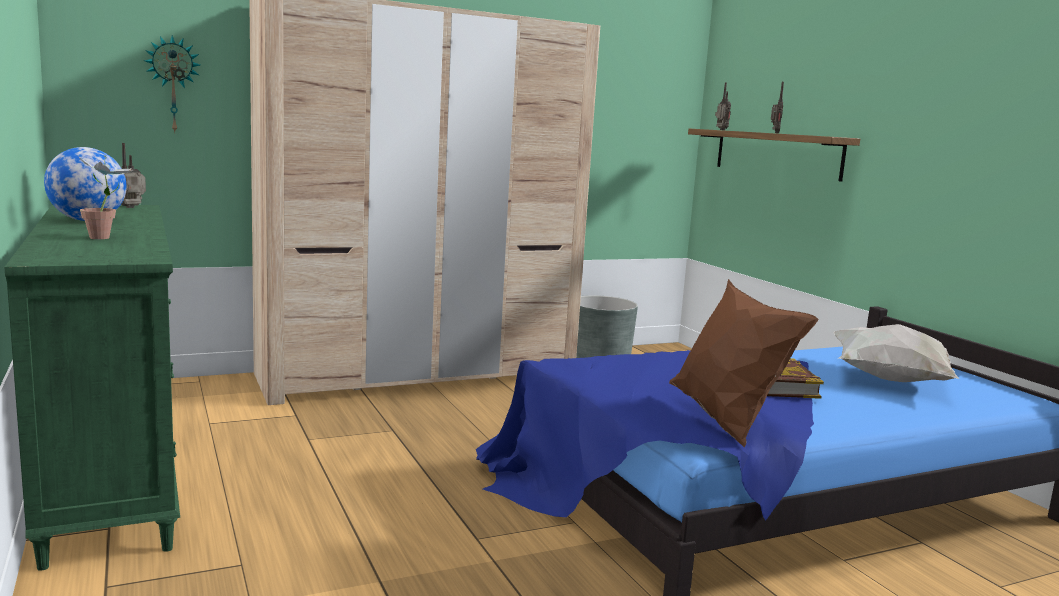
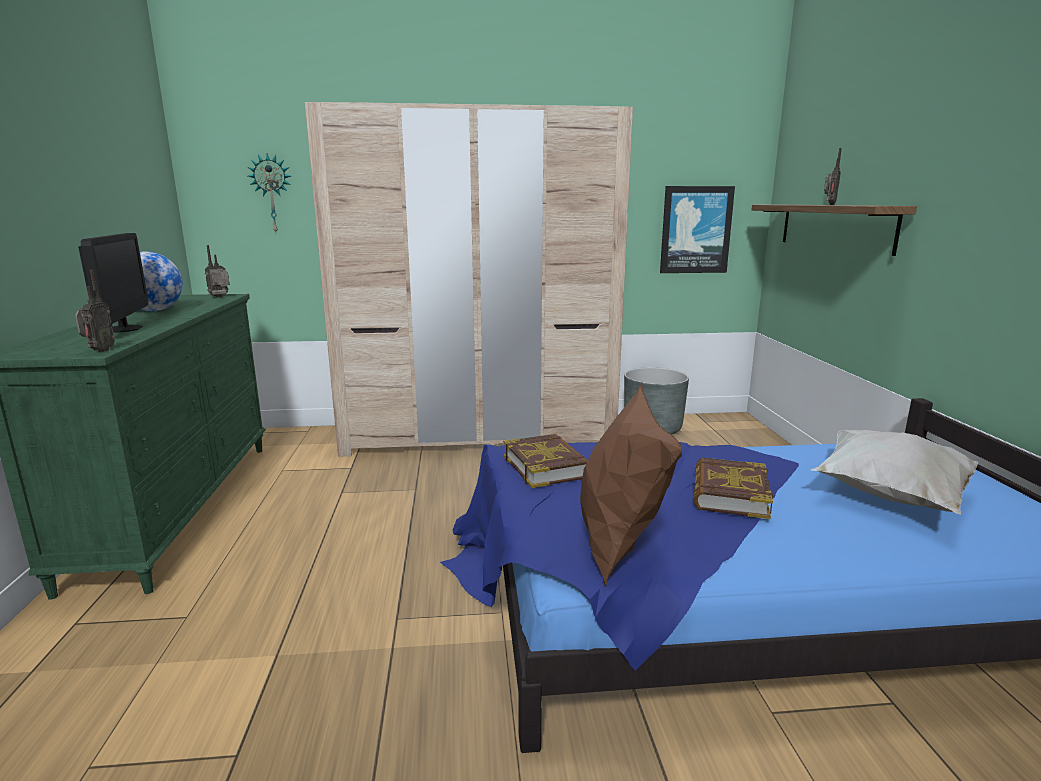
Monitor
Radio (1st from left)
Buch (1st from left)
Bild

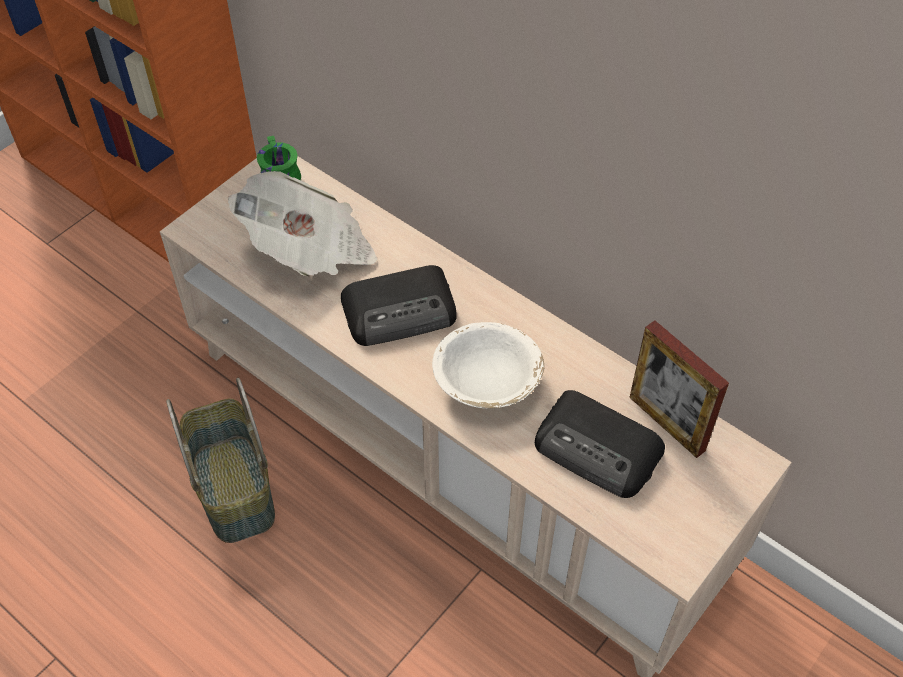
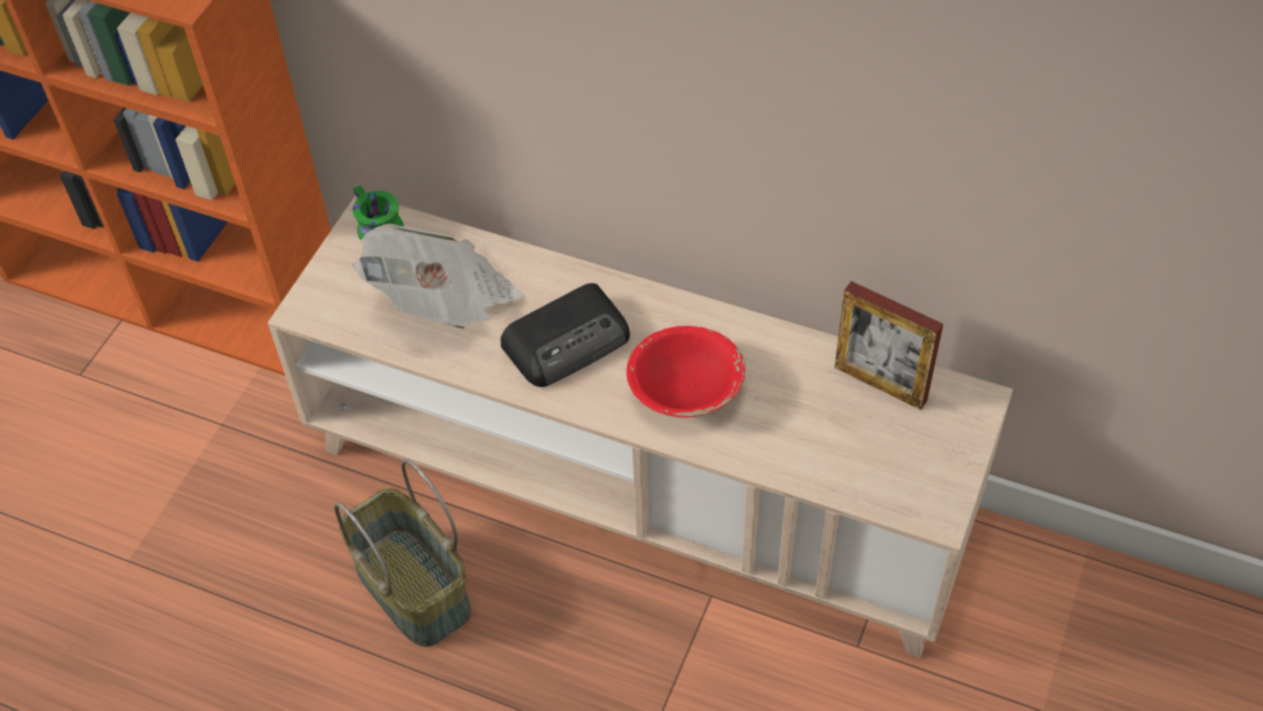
Schüssel/rot
Radio (2nd from left in the first image)

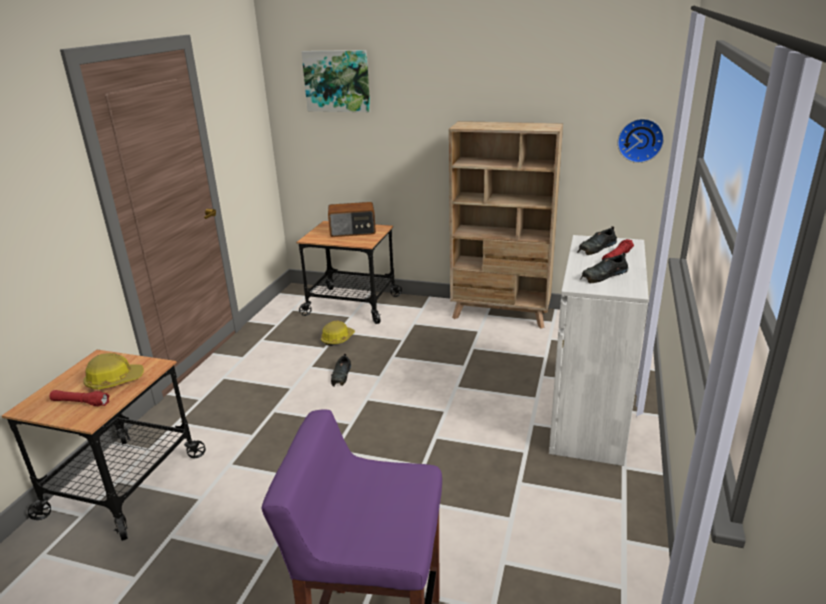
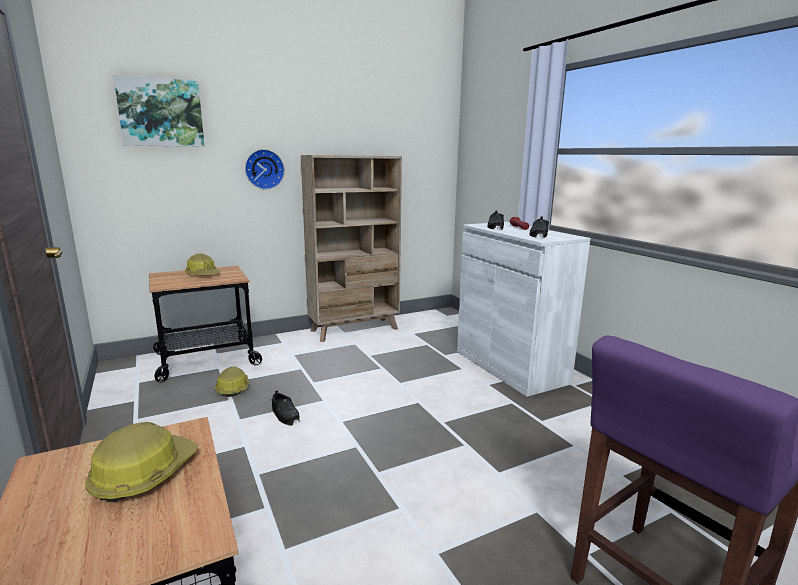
Taschenlampe/rot (1st from left in the first image)
Schutzhelm (2nd from left)
Wanduhr

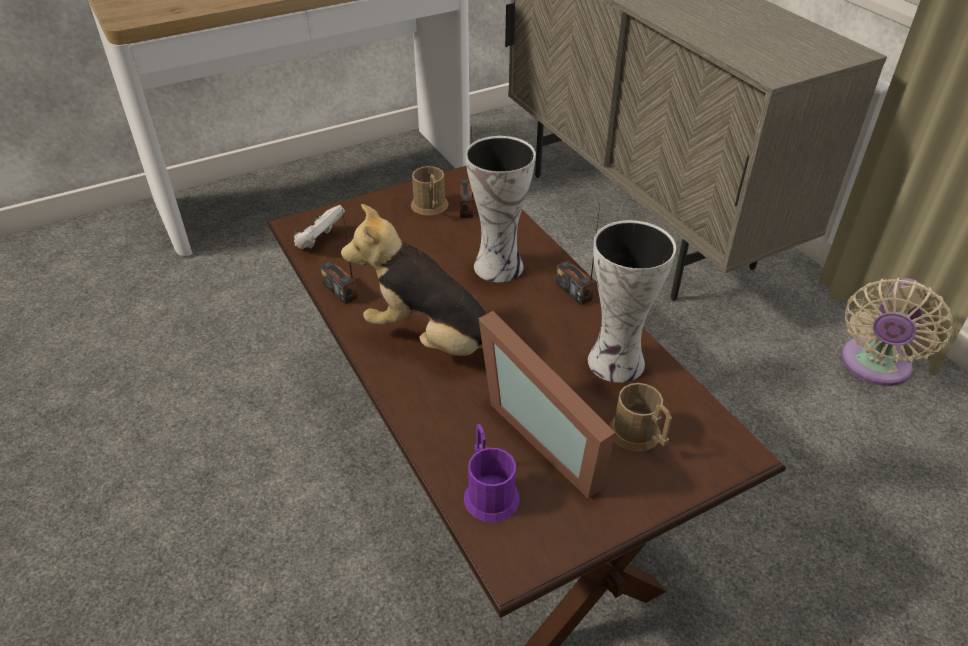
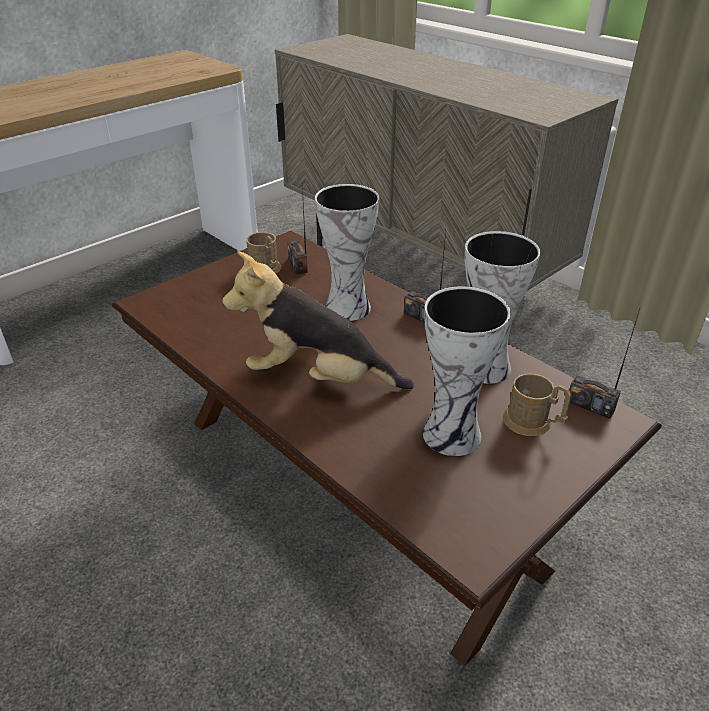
Gamepad/weiß
Radio (3rd from left)
Henkelbecher/lila
Vase (2nd from left)
Ventilator/beige

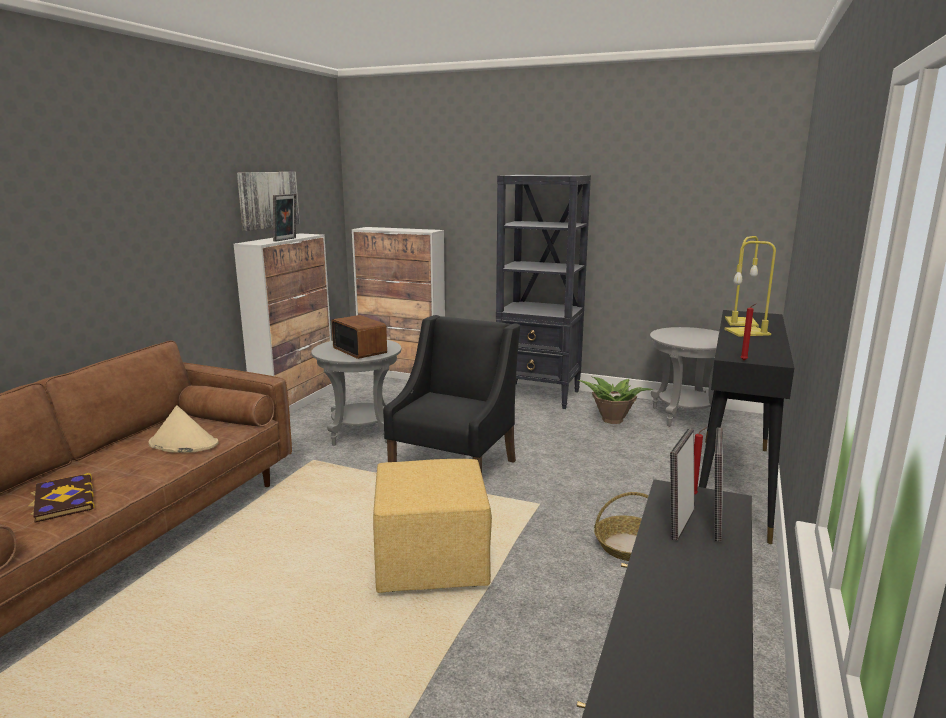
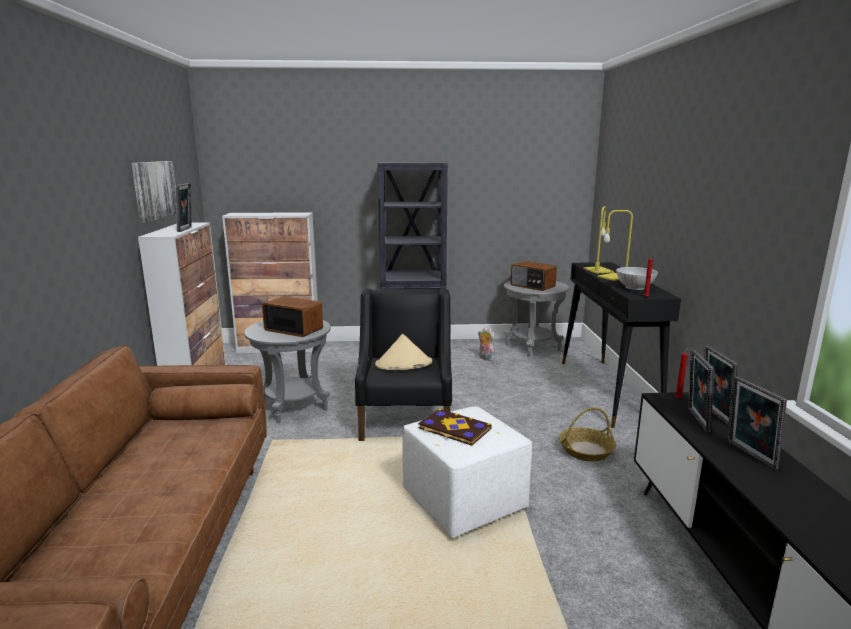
Buch
Hut/beige
Polsterhocker/weiß
Plüschtier
Radio (2nd from left)
Schüssel/weiß
Bilderrahmen (4th from left)

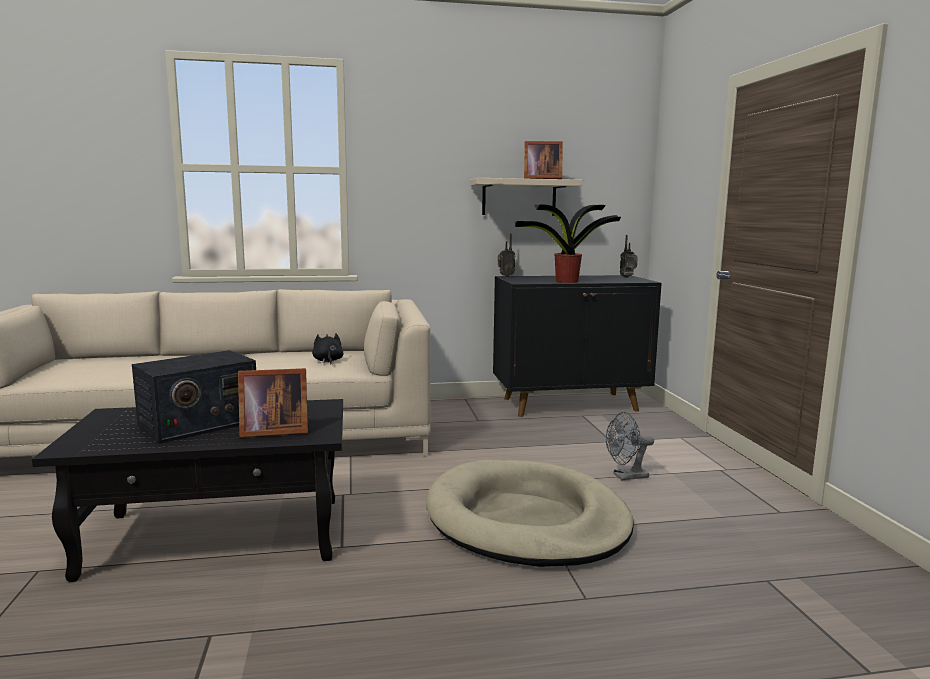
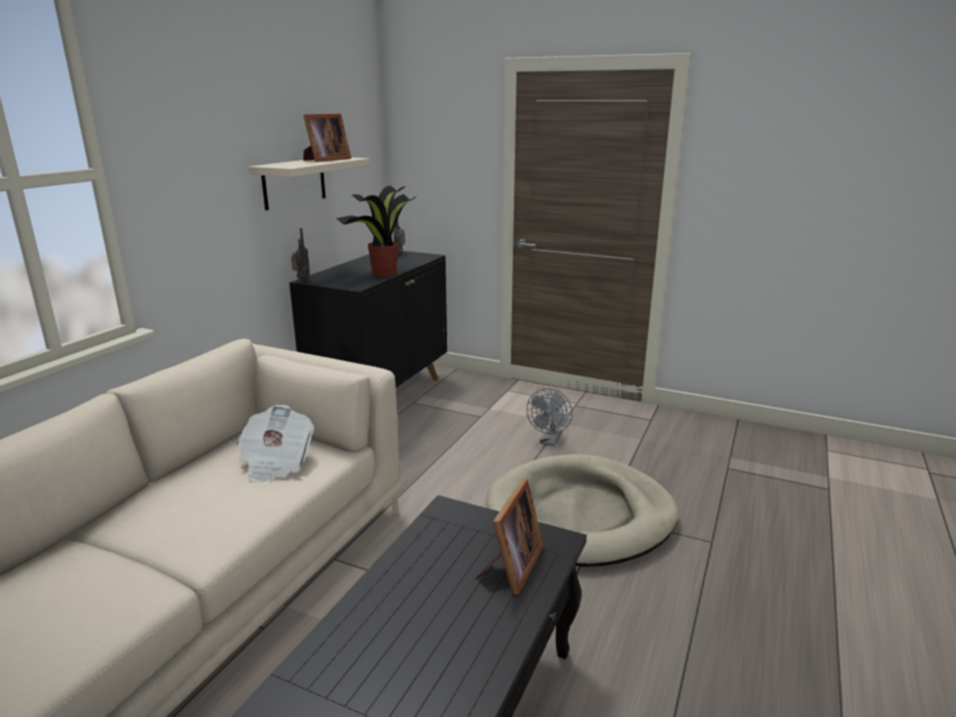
Radio (1st from left in the first image)
Zeitung

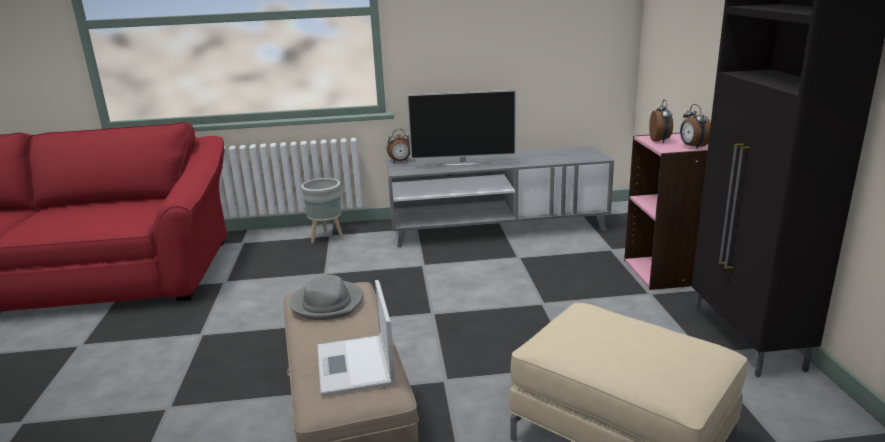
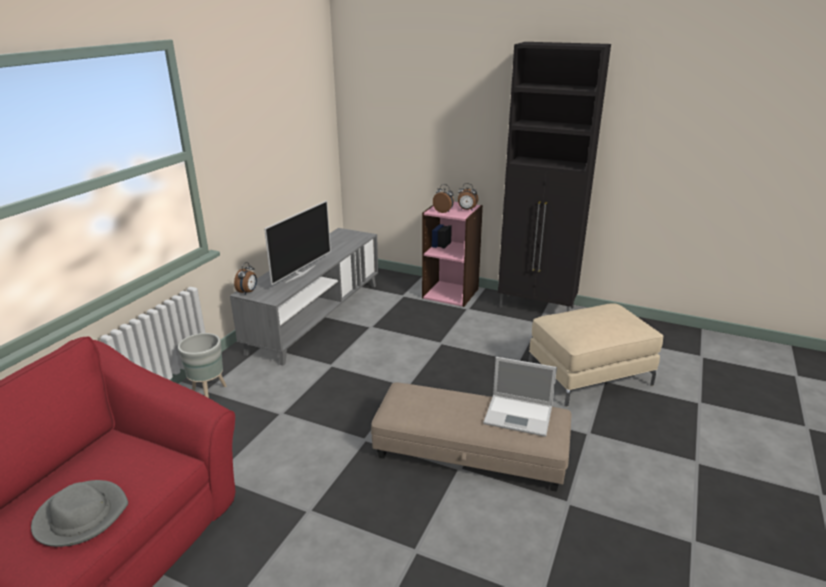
Hut/grau

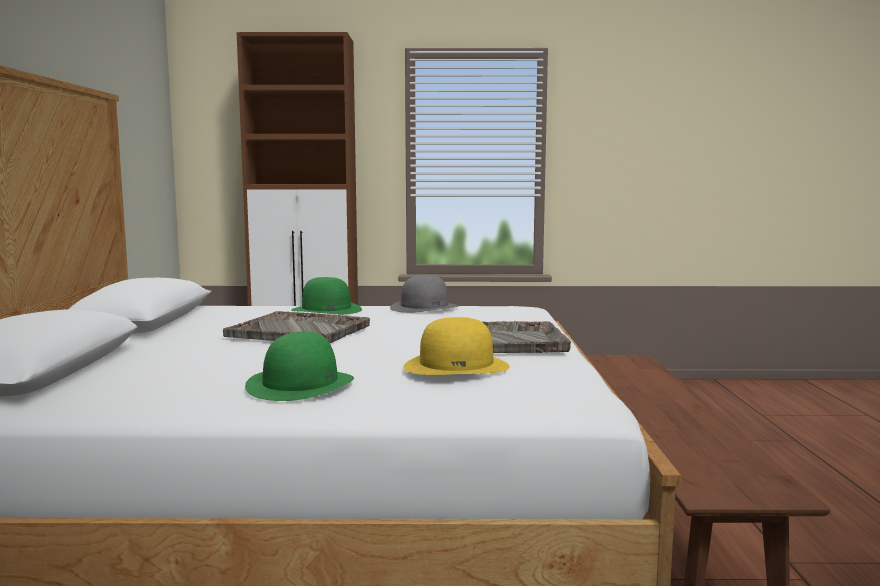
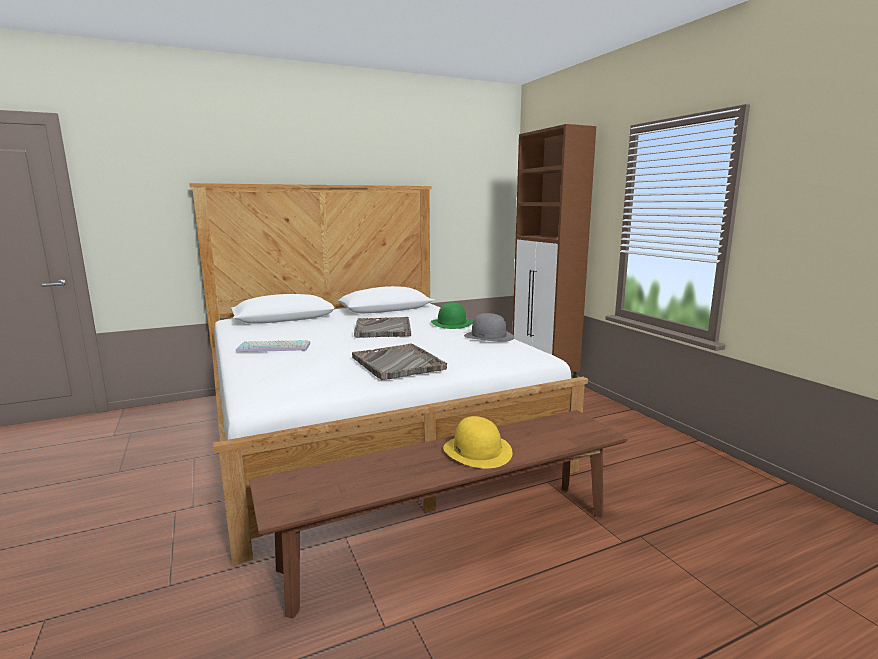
Tastatur
Hut/gelb

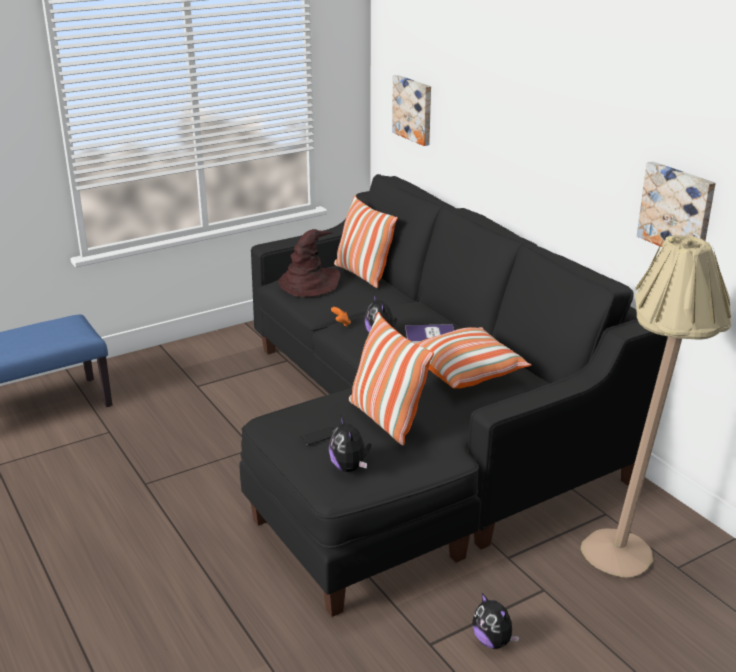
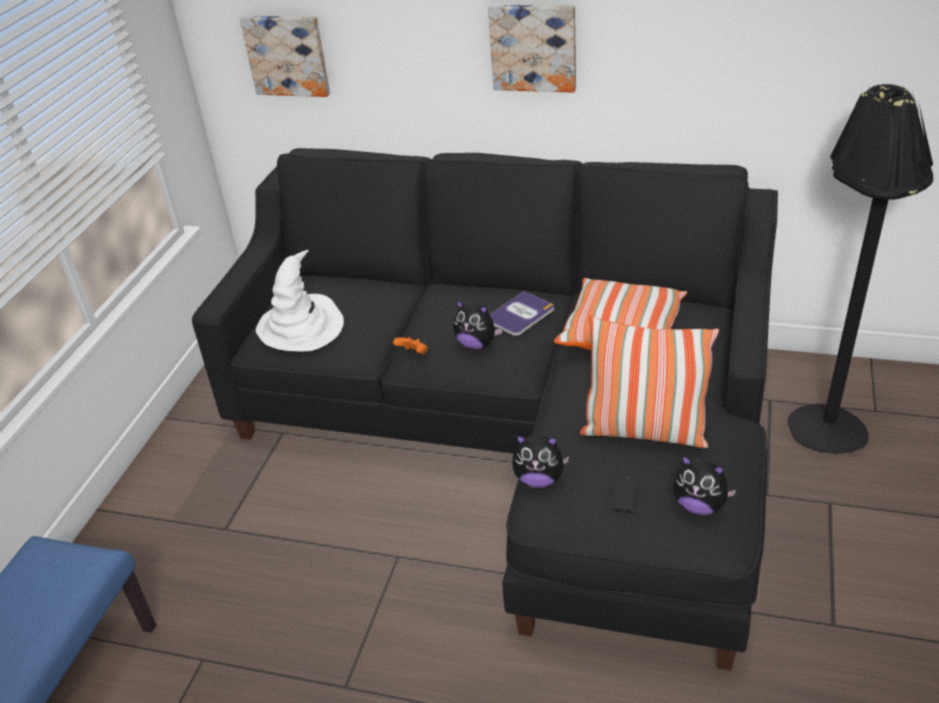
Hut/weiß
Kissen (1st from left in the first image)
Plüschtier (2nd from left)
Stehlampe/schwarz
Bild (2nd from left)

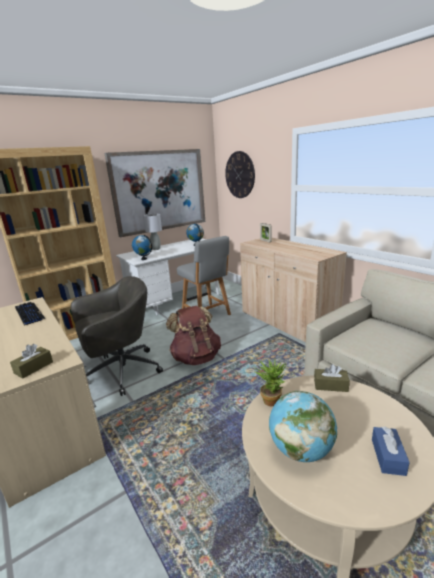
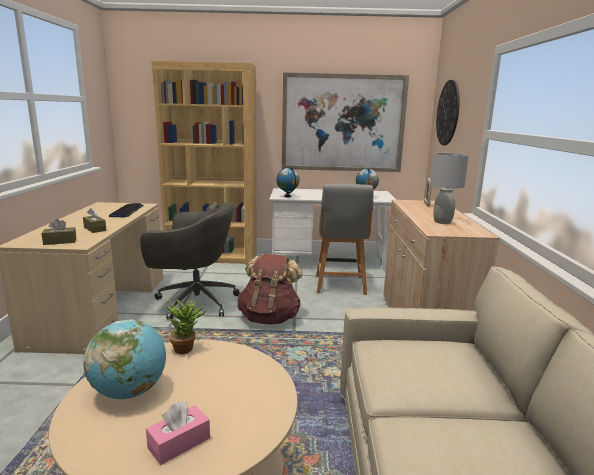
Tischlampe/grau
Taschentuchbox/braun (2nd from left)
Taschentuchbox/rosa

